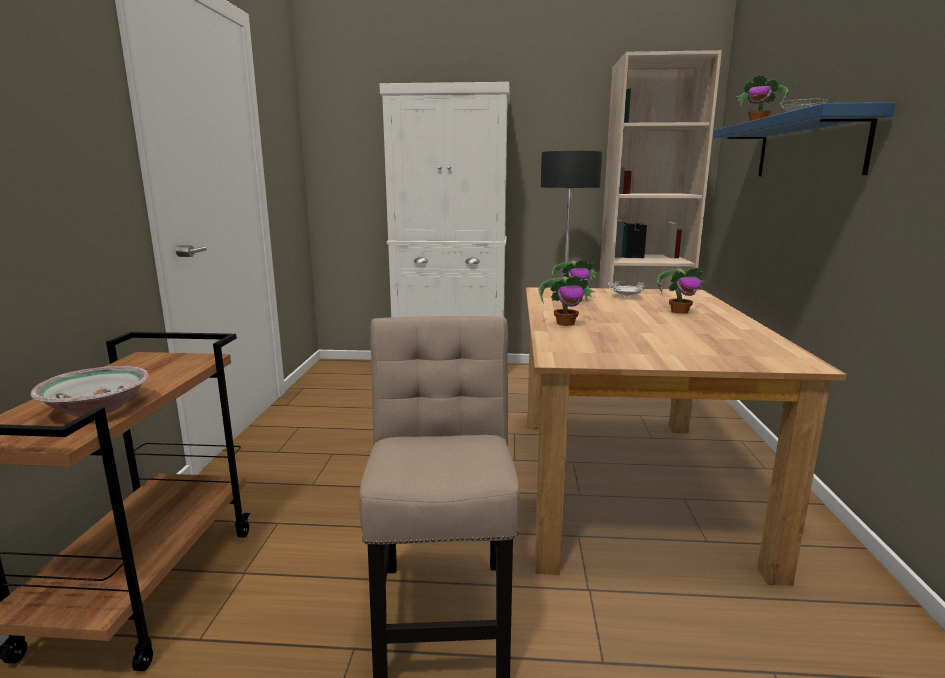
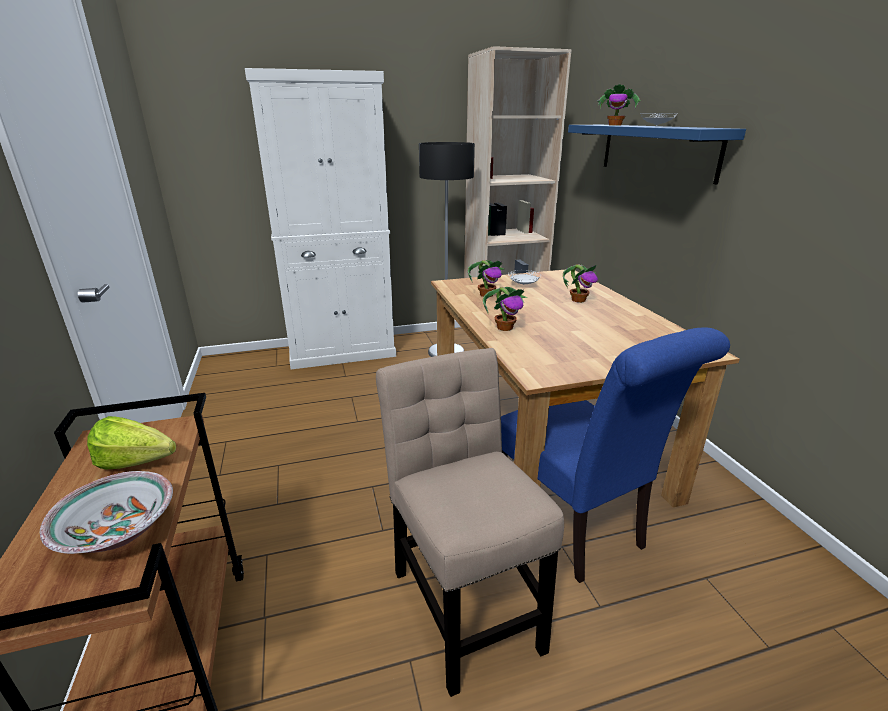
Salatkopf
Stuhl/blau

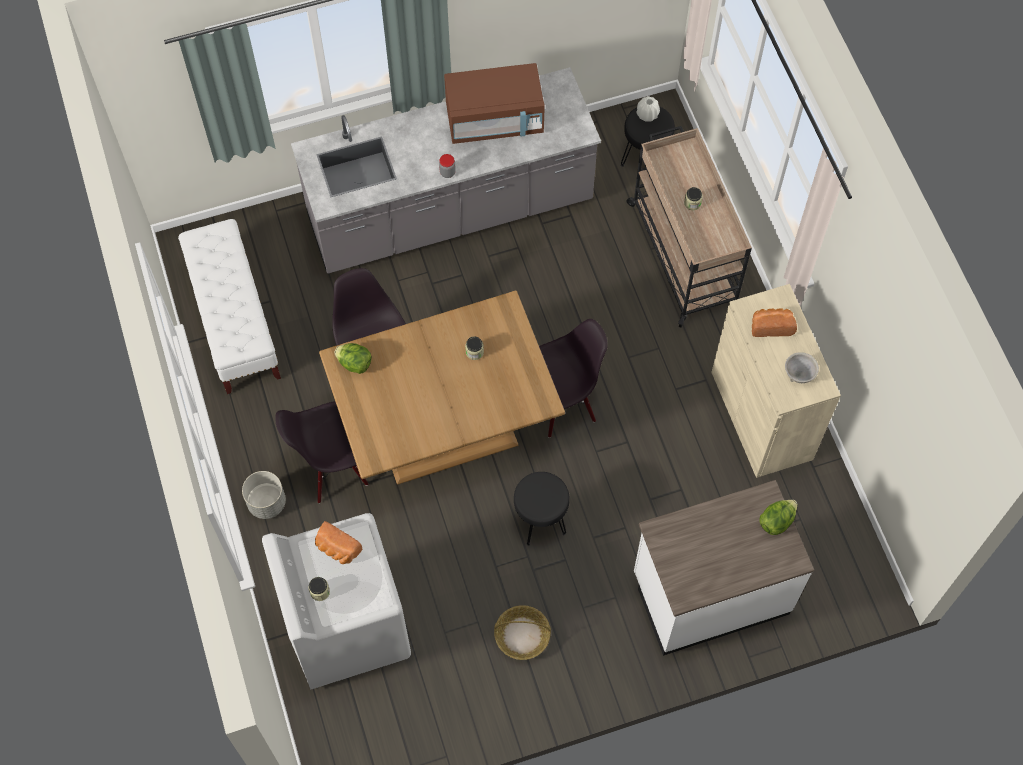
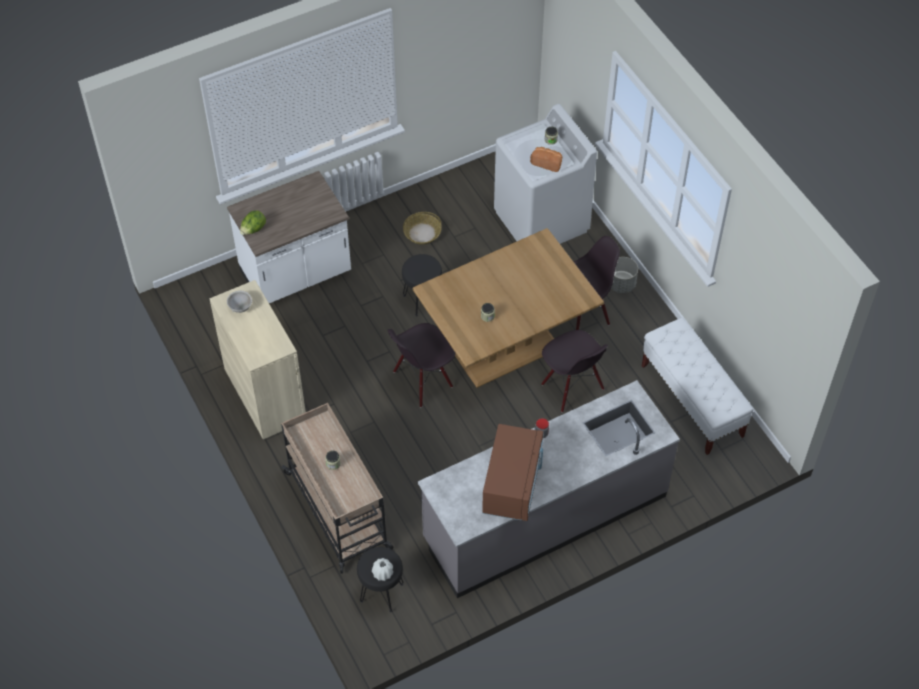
Salatkopf (1st from left in the first image)
Mikrowelle/braun
Brot (2nd from left in the first image)

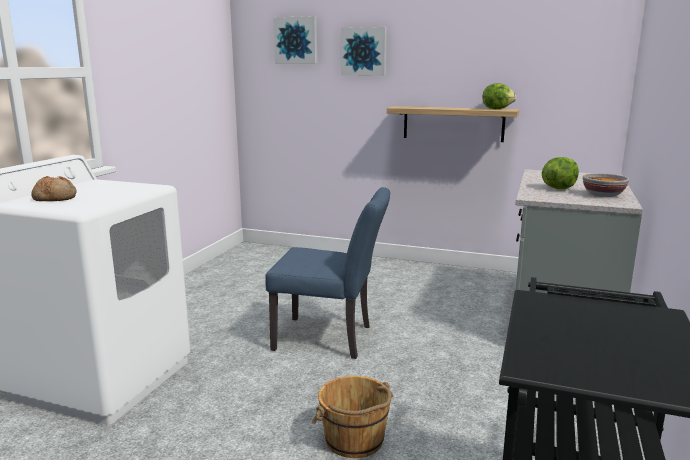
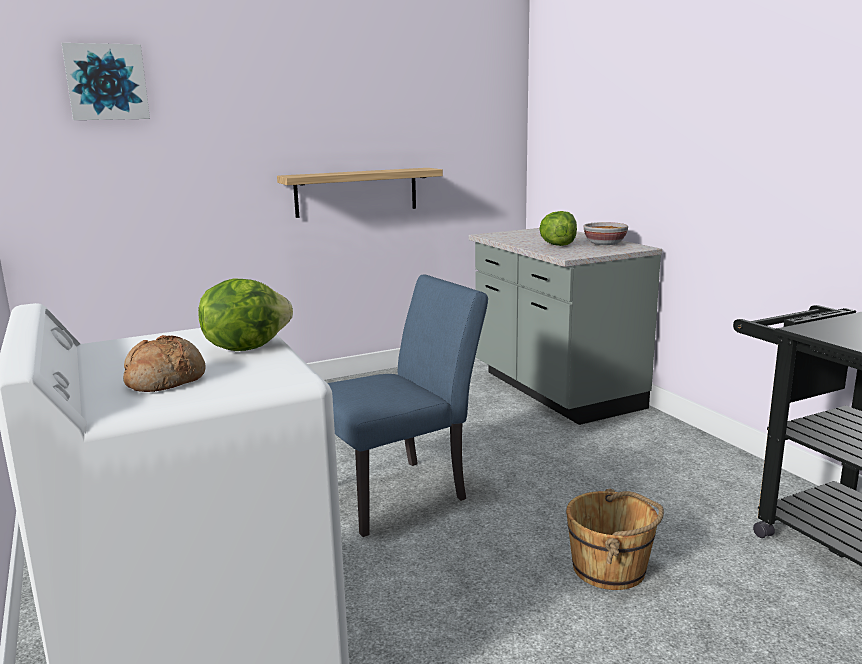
Bild (2nd from left in the first image)
Salatkopf (1st from left)

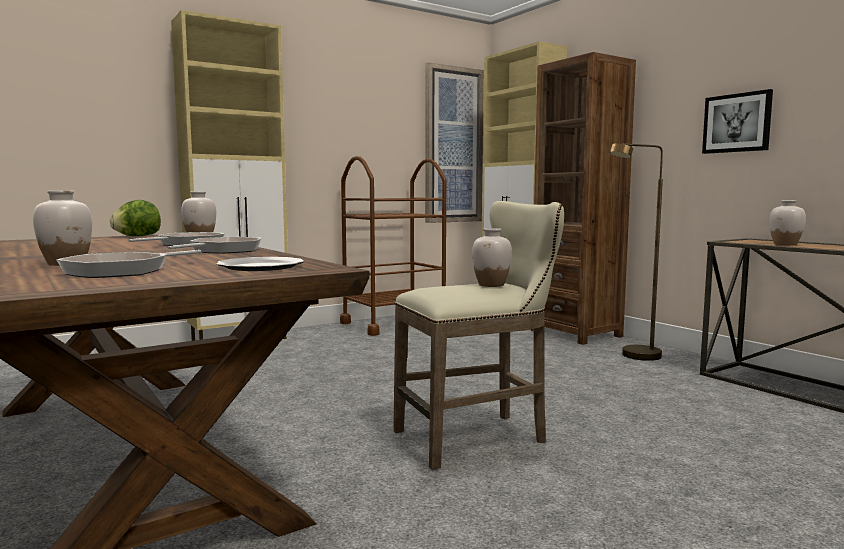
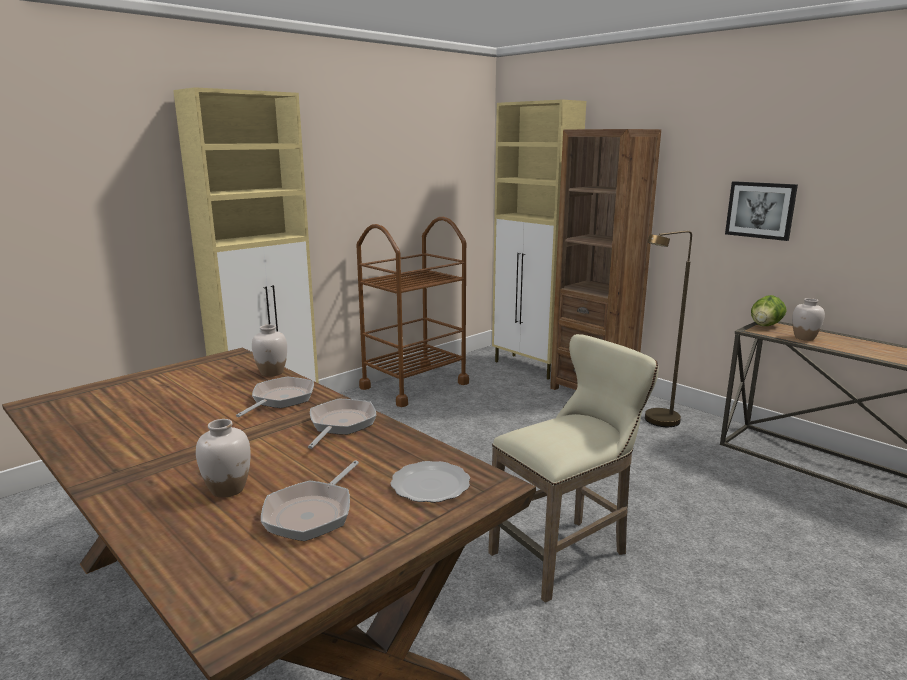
Salatkopf
Bild (1st from left in the first image)
Vase/weiß (3rd from left in the first image)

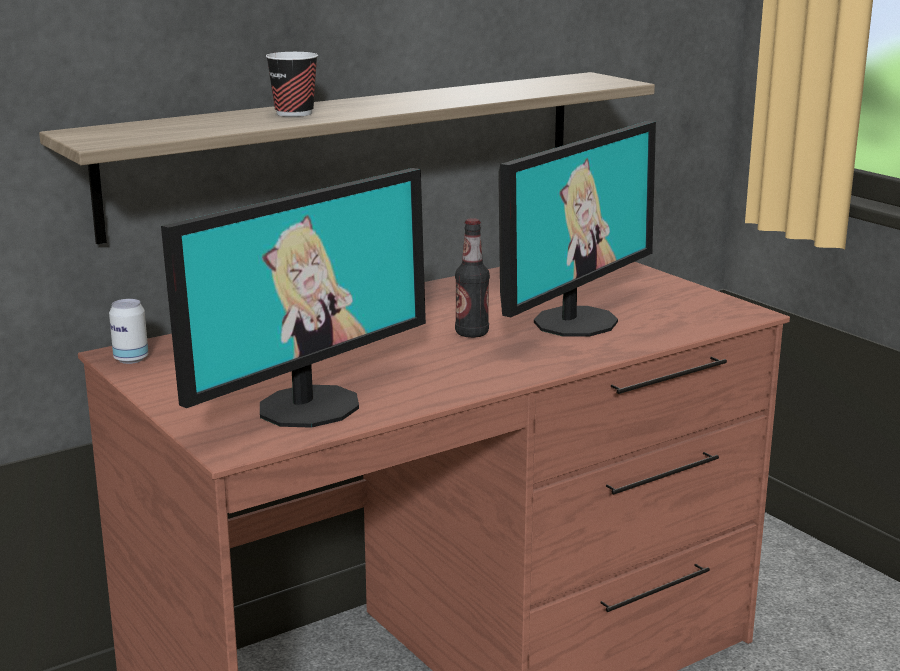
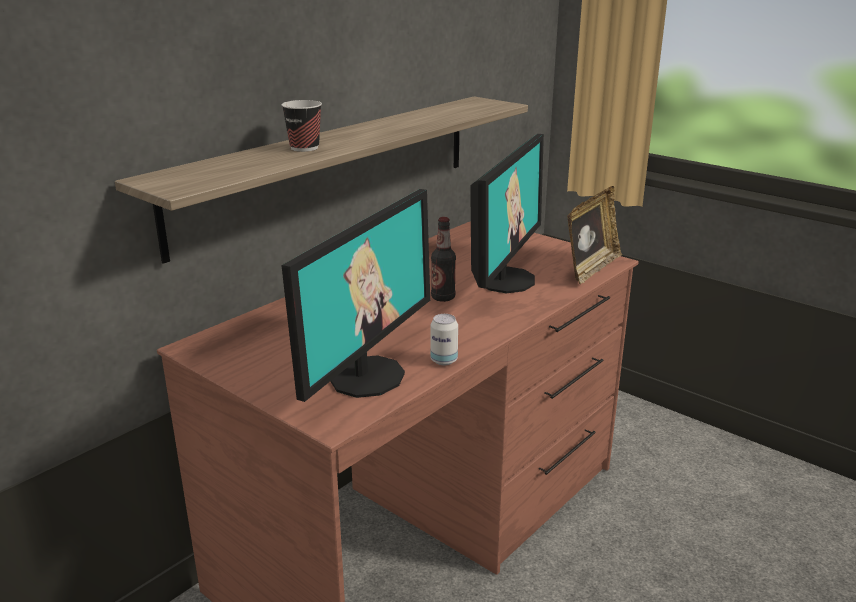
Dose
Bilderrahmen

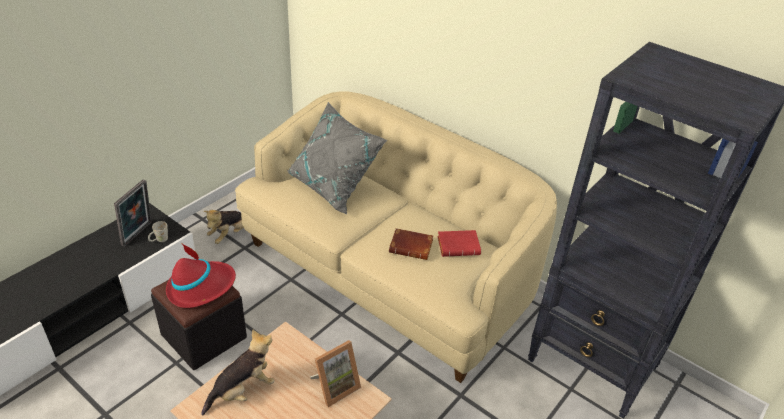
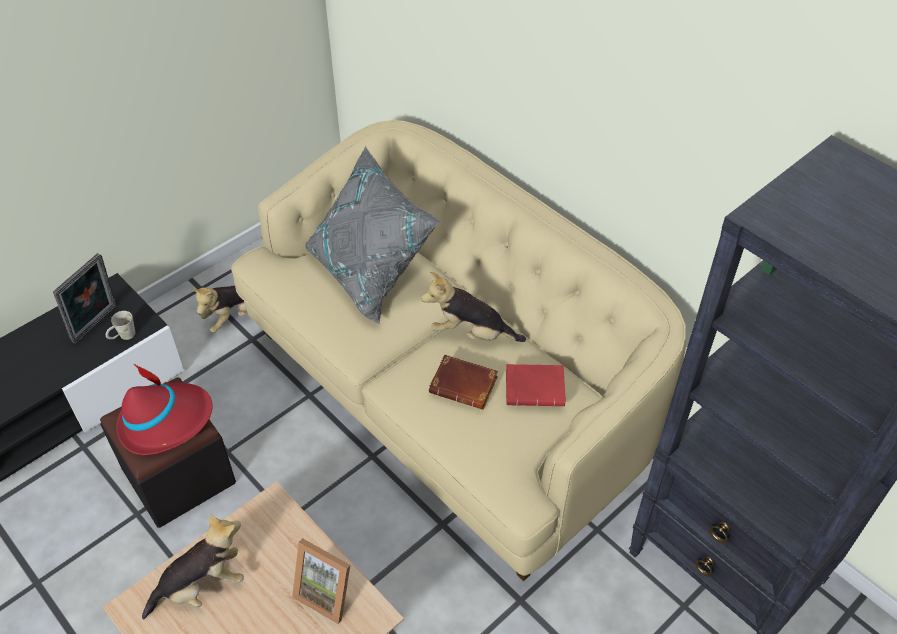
Bilderrahmen (2nd from left)
Plüschtier (3rd from left)

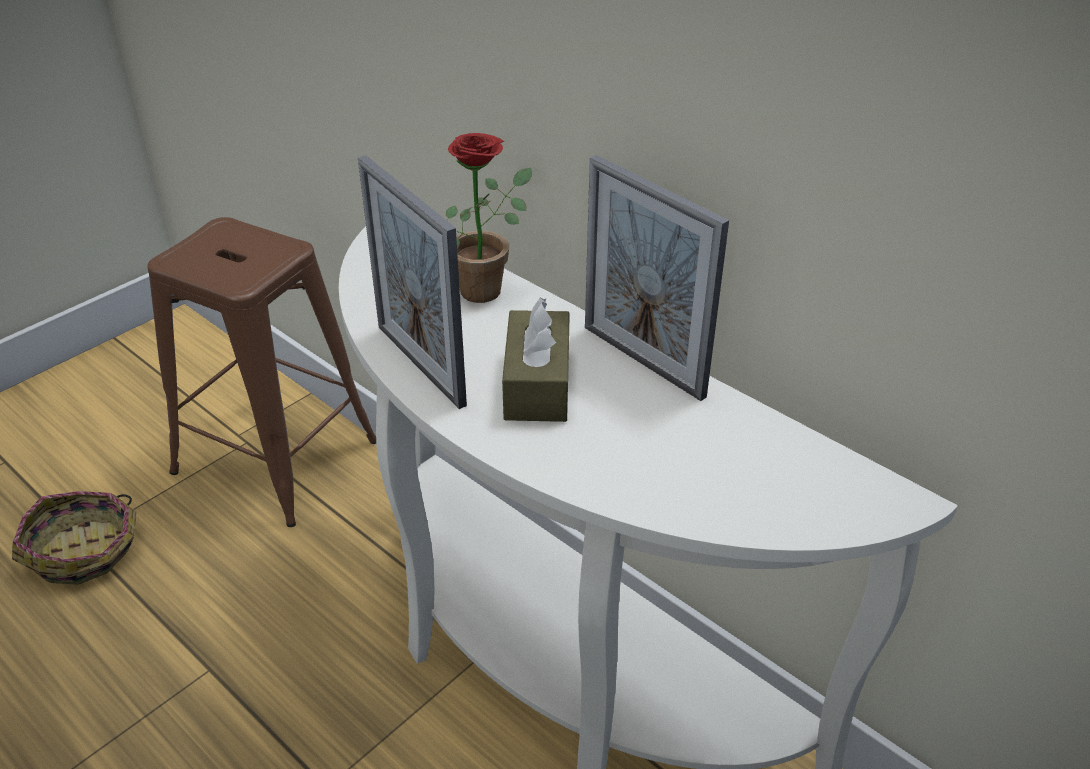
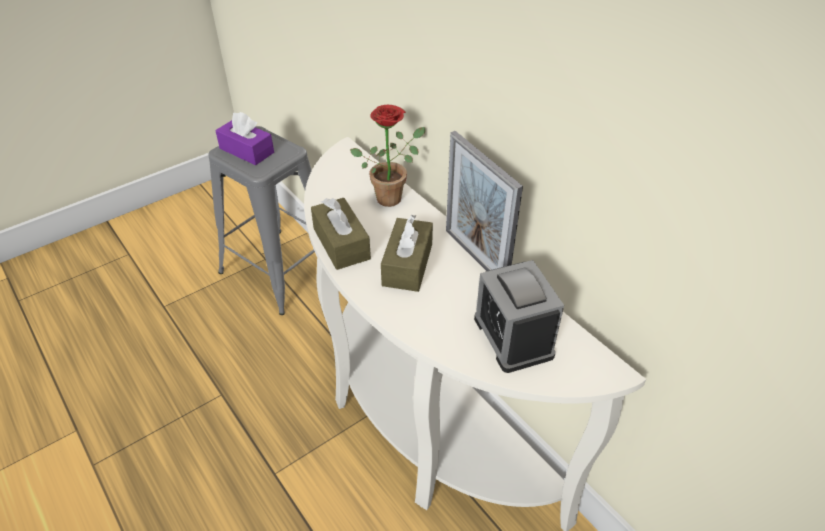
Korb
Hocker/grau
Taschentuchbox/braun (1st from left)
Taschentuchbox/lila
Wecker

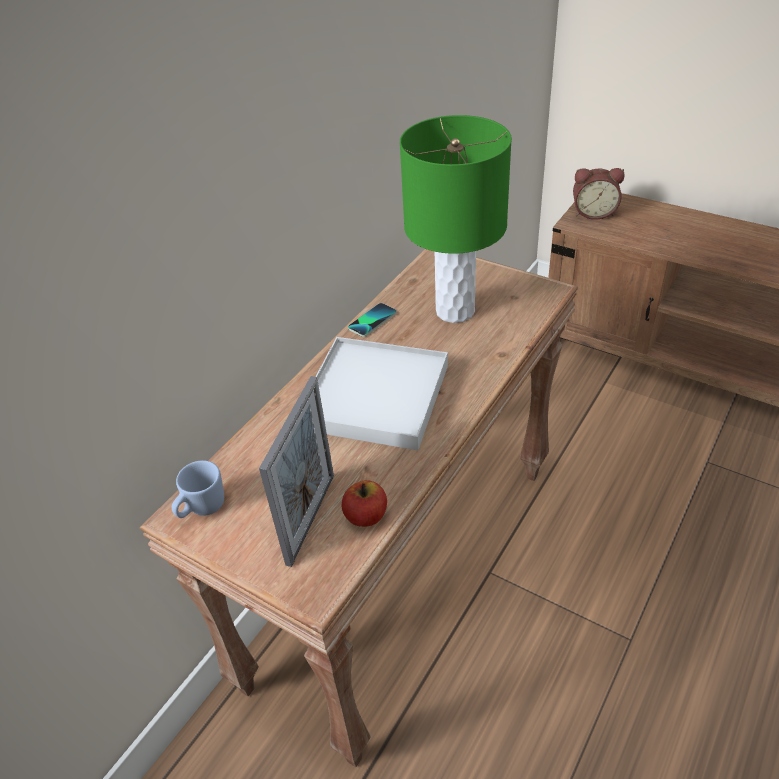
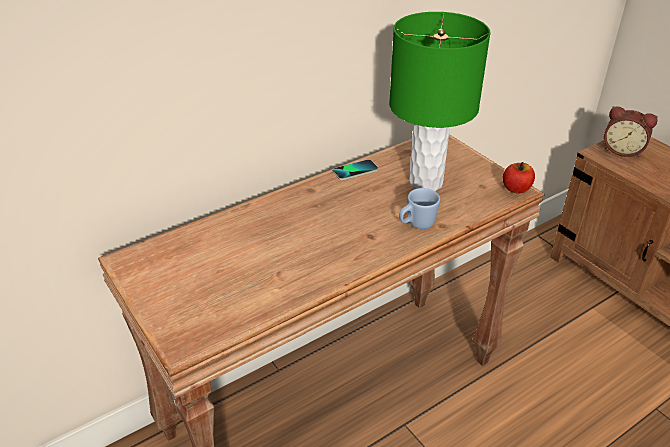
Henkelbecher/blau
Bilderrahmen
Tablett/weiß
Apfel

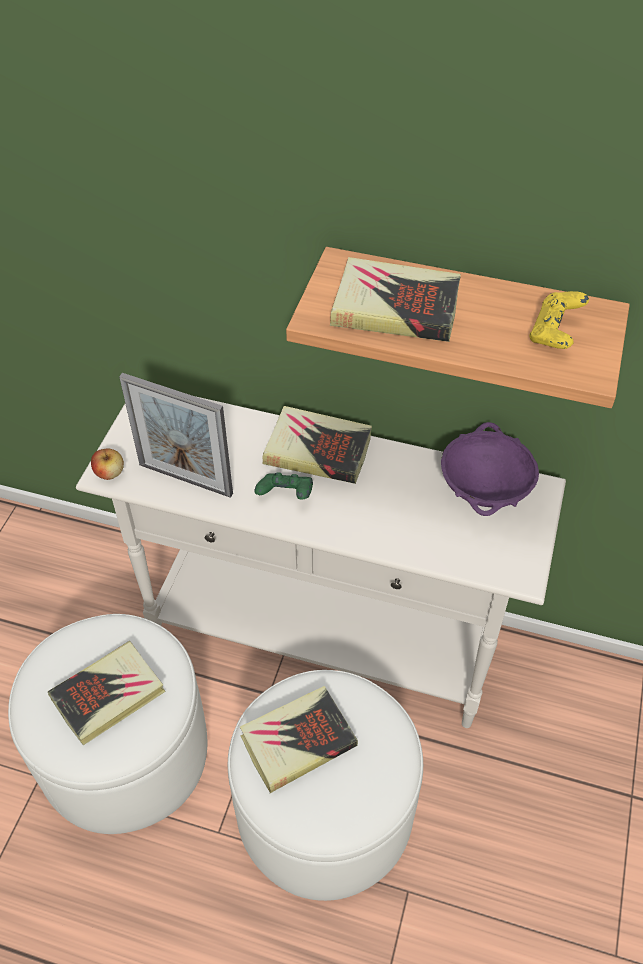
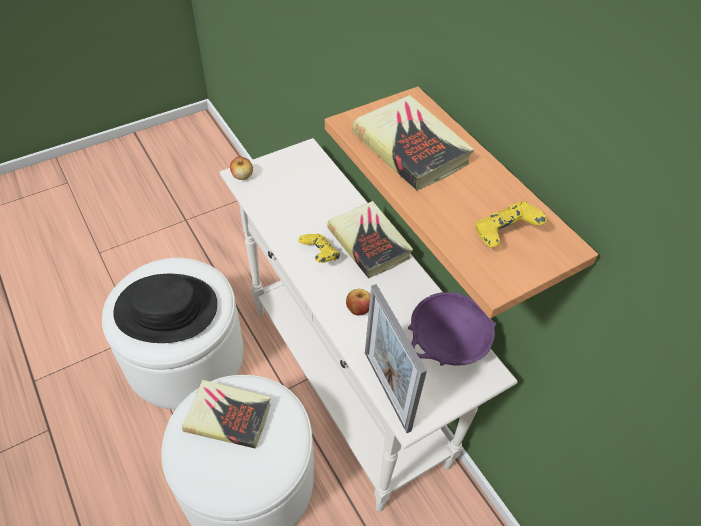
Hut/schwarz
Bilderrahmen
Gamepad/gelb (1st from left)
Apfel (2nd from left)

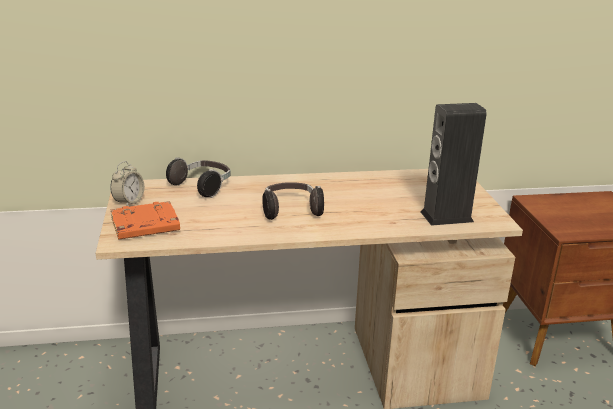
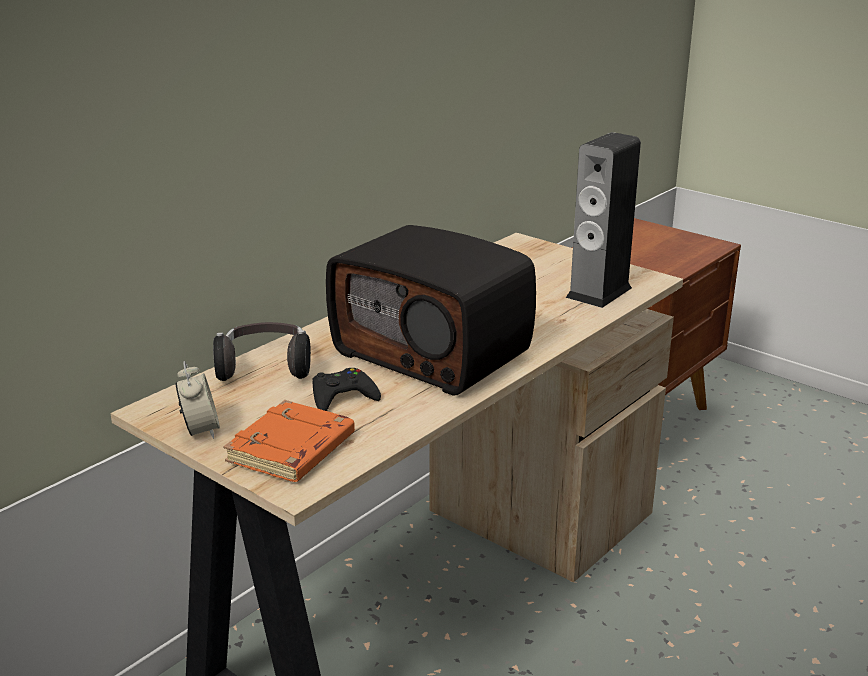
Radio
Gamepad/schwarz

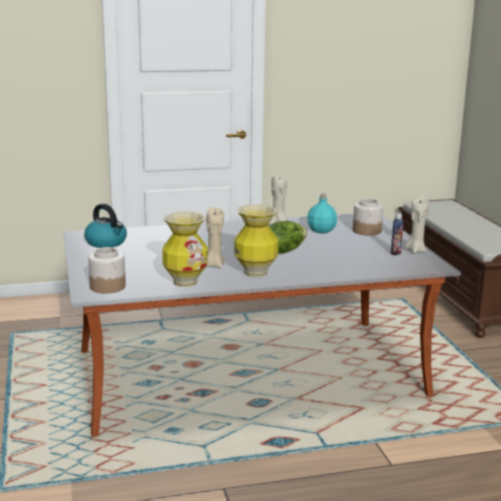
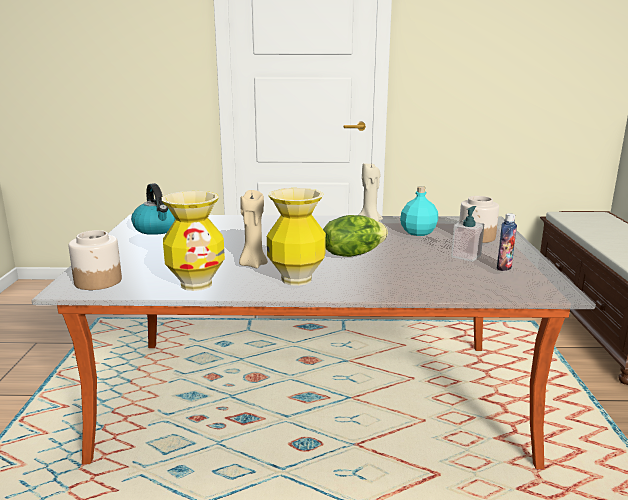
Kerze/beige (3rd from left in the first image)
Seifenspender

